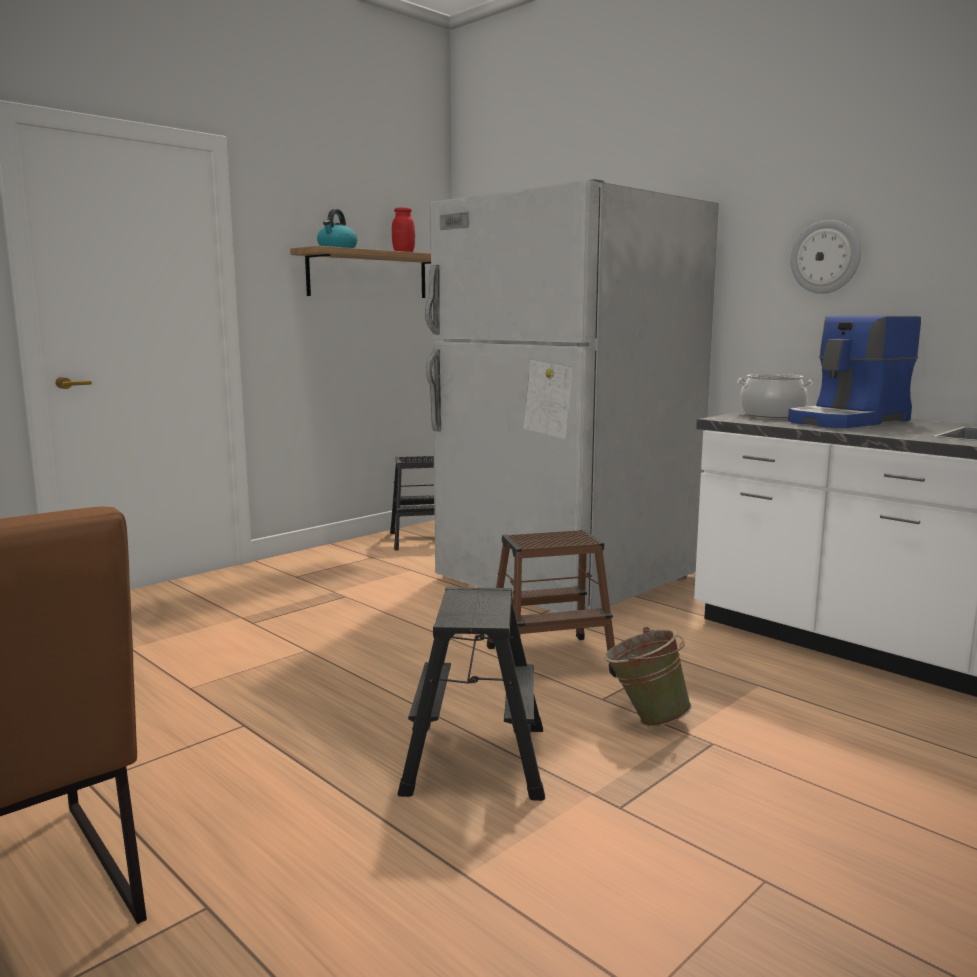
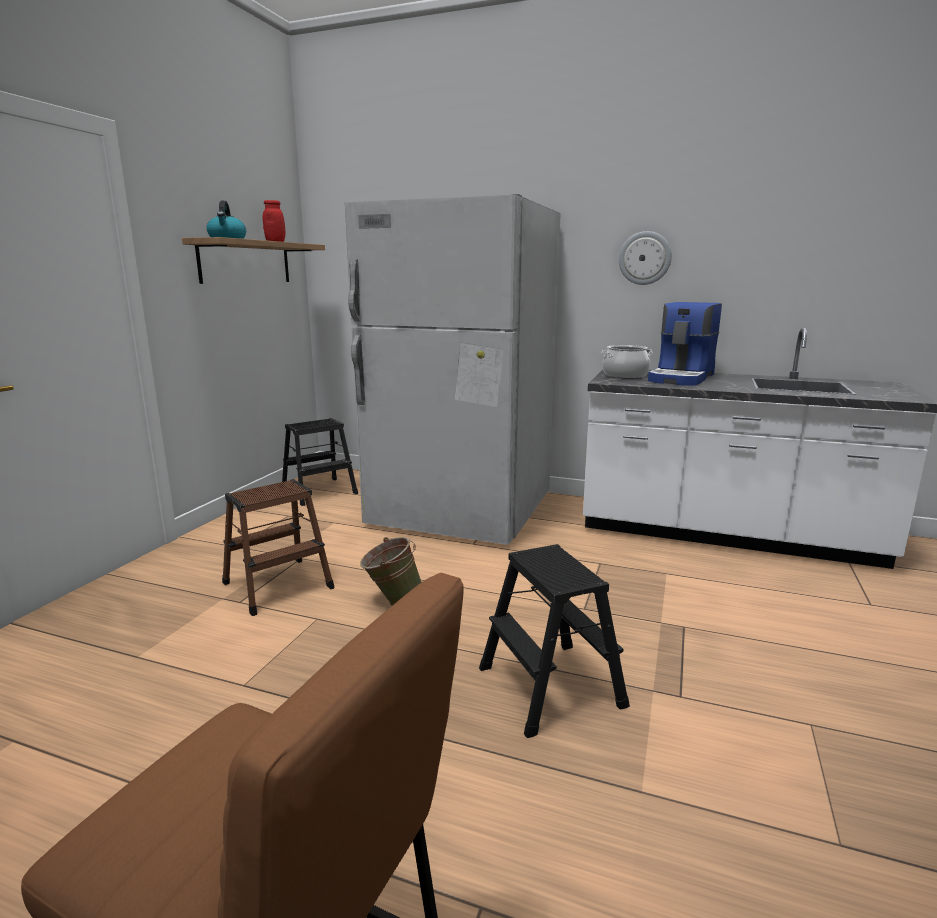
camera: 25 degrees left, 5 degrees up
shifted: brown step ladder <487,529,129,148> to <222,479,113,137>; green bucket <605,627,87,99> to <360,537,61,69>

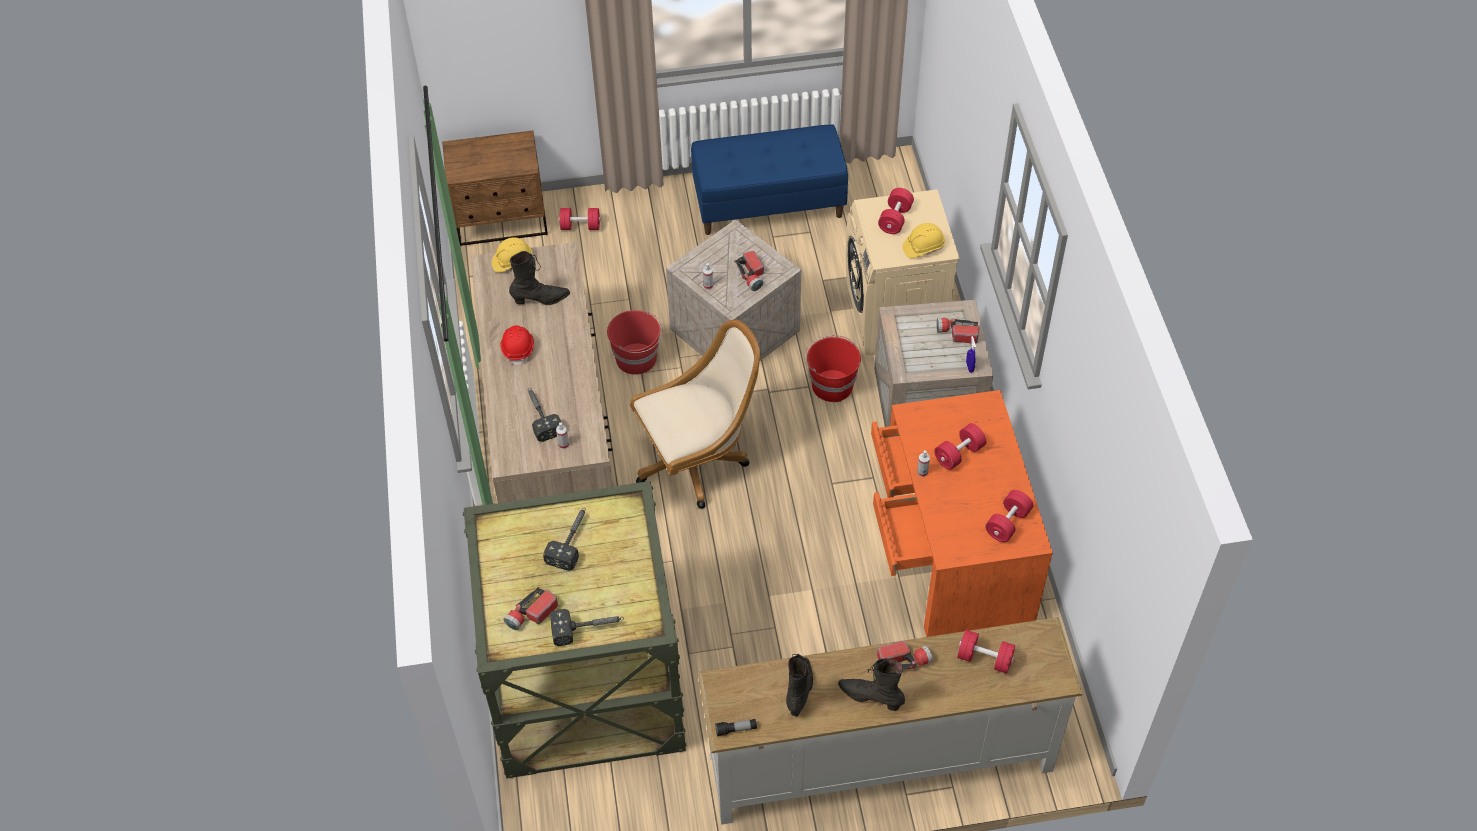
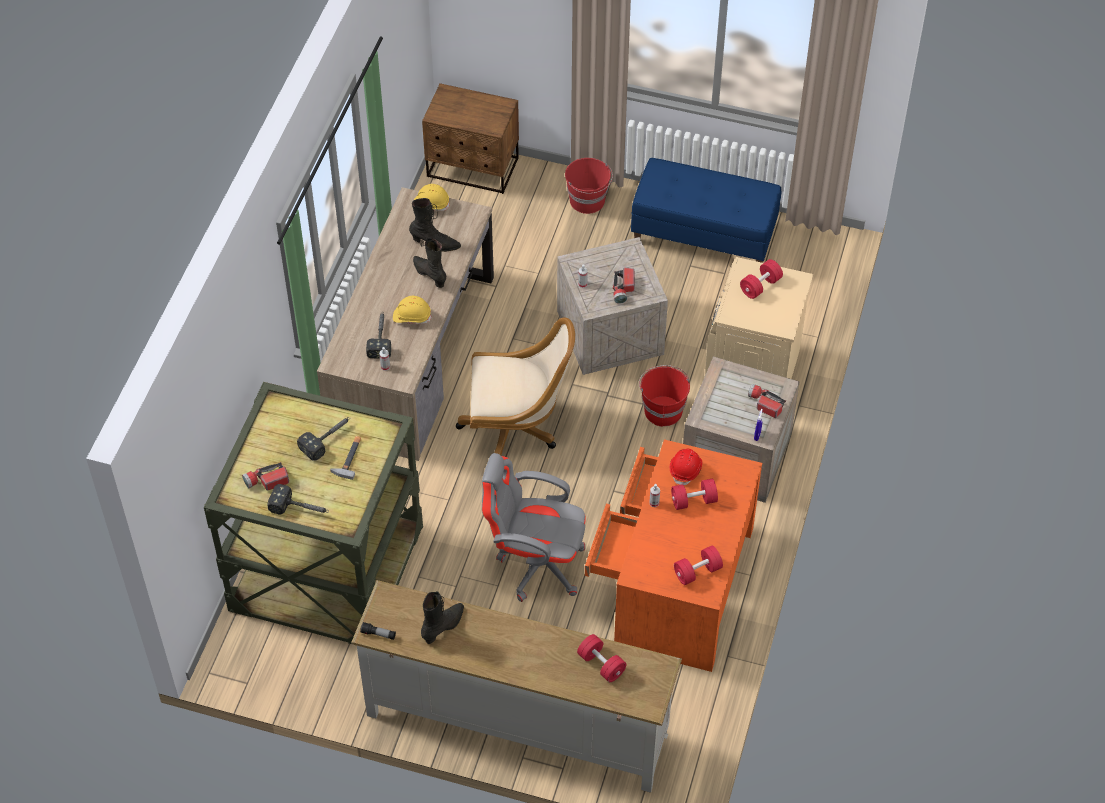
camera: 25 degrees right, 0 degrees up
gone: red dumbbell <559,208,42,22>; flashlight <877,641,56,29>
new: hammer <330,436,31,44>; grey office chair <482,453,104,149>
shifted: red hard hat <500,325,34,41> to <670,449,32,36>; red bucket <607,310,56,65> to <565,158,48,56>; black boot <838,658,67,53> to <413,238,33,50>; yellow hard hat <902,223,43,35> to <393,296,39,28>

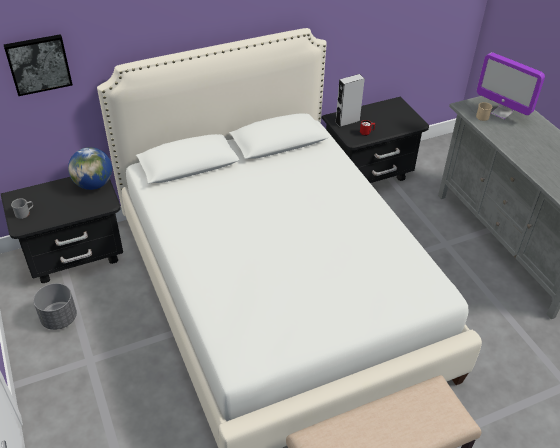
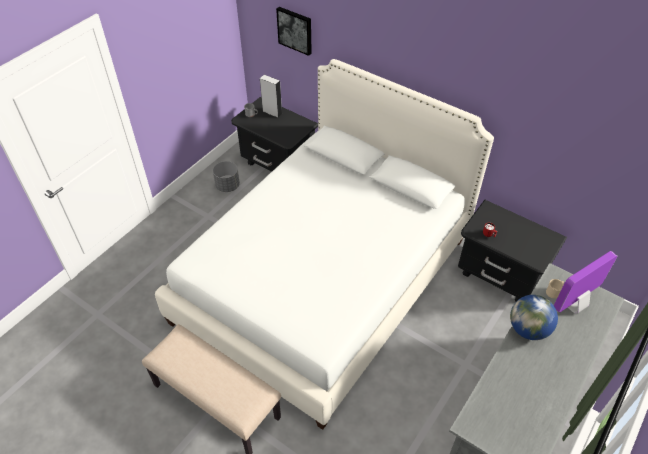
camera: 60 degrees right, 5 degrees up
shifted: globe <68,147,44,43> to <510,295,48,45>; grey speaker <335,74,30,53> to <260,75,22,43>
rotated: monitor <477,52,68,67> = <554,251,63,63> 45 degrees clockwise

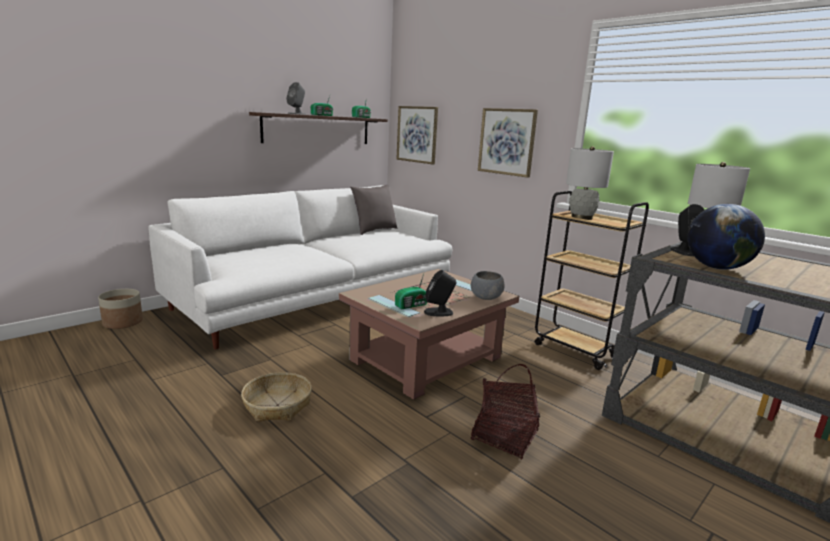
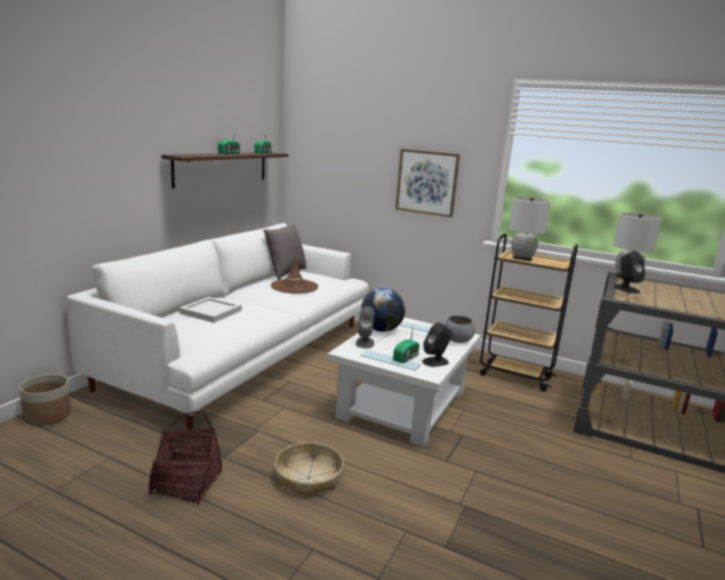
camera: 20 degrees left, 0 degrees up
gone: picture <397,106,41,58>
new: white tray <179,297,63,26>; brown hat <271,259,47,34>
shifted: grey speaker <286,82,20,33> to <356,306,18,43>; basket <471,364,69,96> to <149,411,73,94>; globe <687,204,78,66> to <361,288,44,44>
repainted: brown coffee table <338,269,181,131> to white coffee table <327,317,154,130>

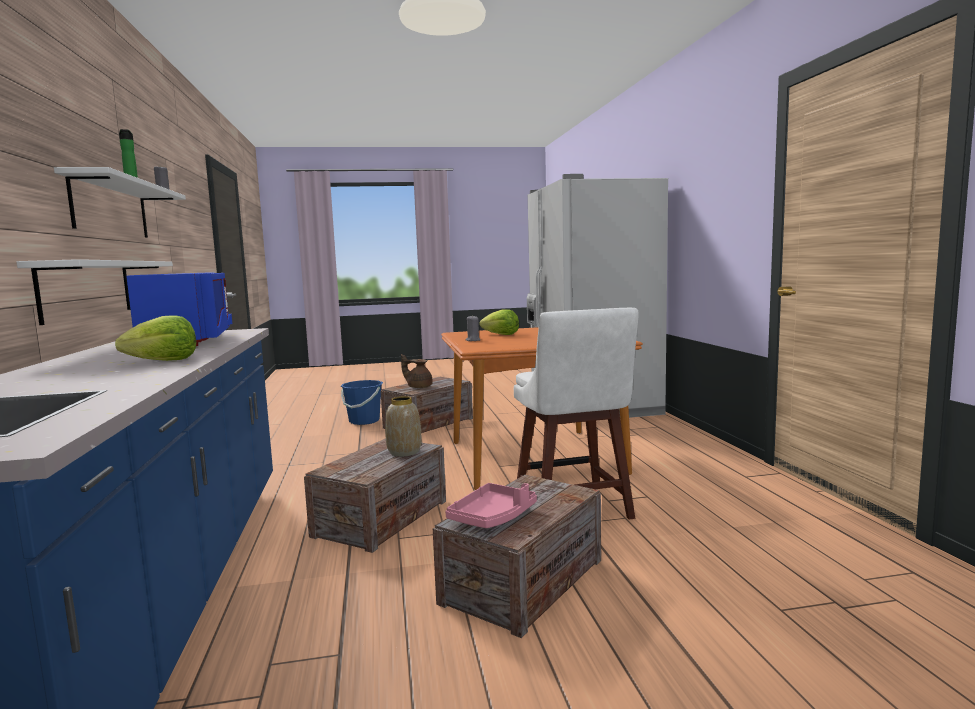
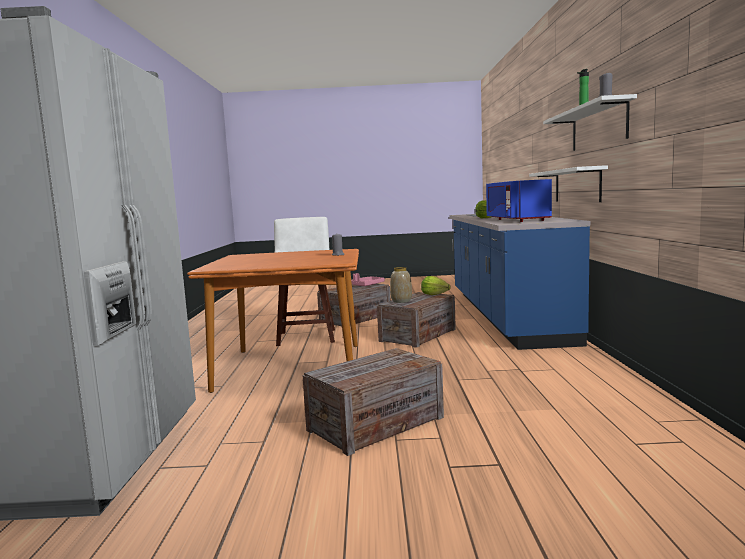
camera: 170 degrees left, 0 degrees up
gone: blue bucket <341,380,42,45>; brown teapot <401,354,32,34>
shifted: lettuce <480,309,39,26> to <421,276,30,19>

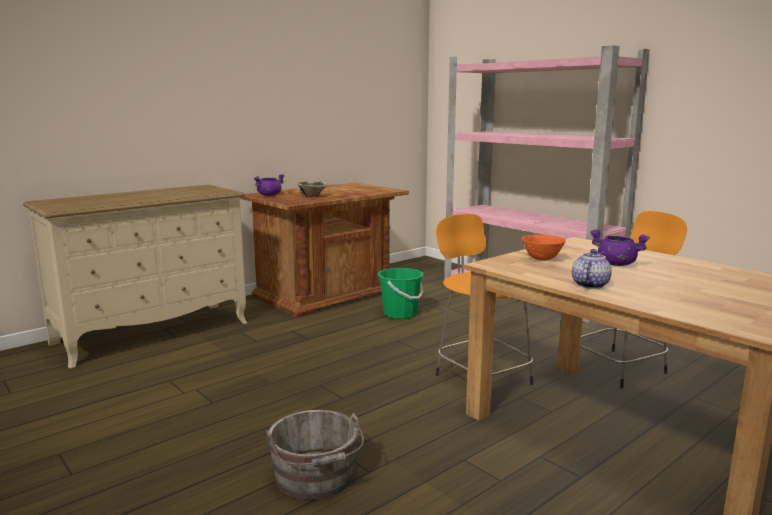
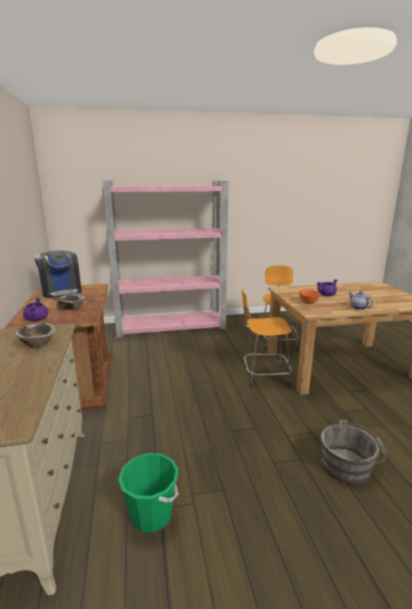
camera: 60 degrees left, 5 degrees up
new: bowl <15,323,41,25>; coffee machine <34,250,48,49>
shifted: green bucket <378,268,45,51> to <118,453,61,80>

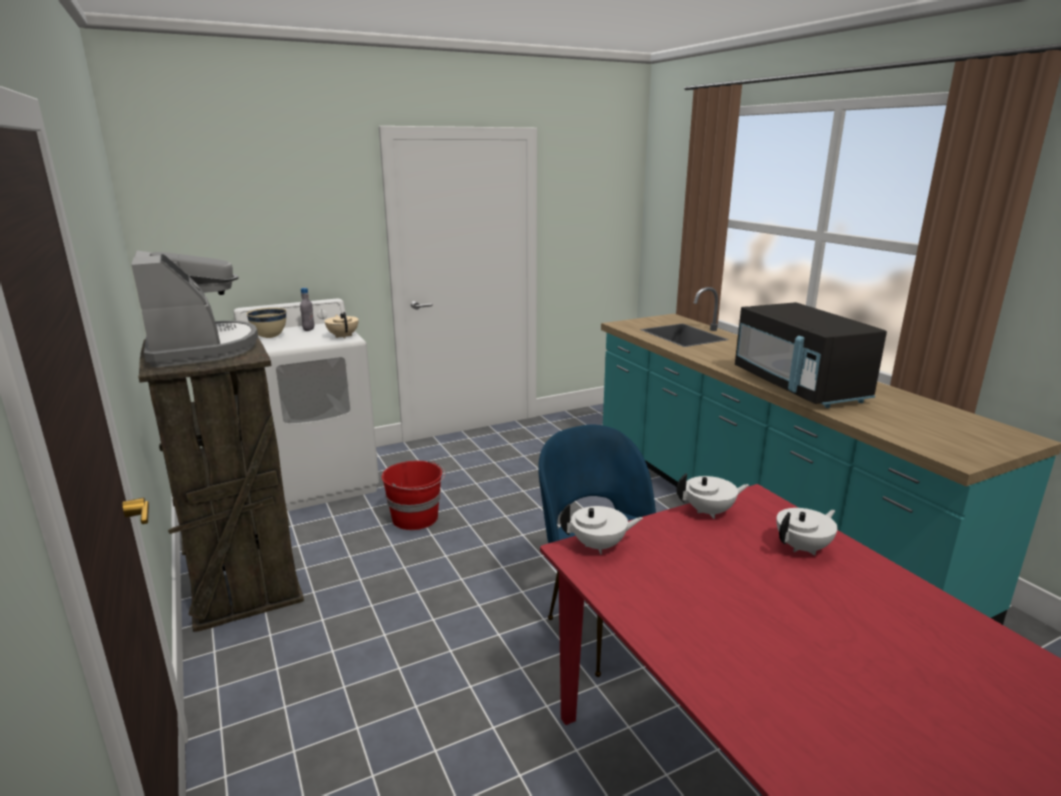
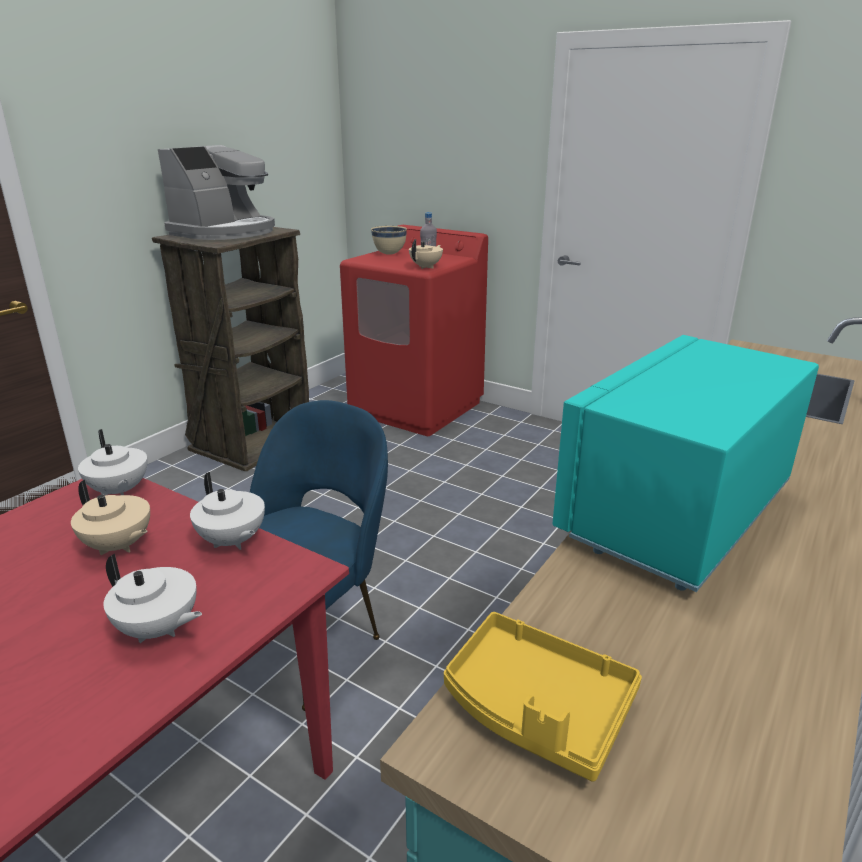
camera: 60 degrees right, 5 degrees up
gone: red bucket <382,460,63,70>
new: beige teapot <71,480,79,75>; yellow tray <444,612,198,170>
repainted: white washing machine <233,298,146,213> to red washing machine <340,225,148,211>; black microwave <735,302,152,106> to turquoise microwave <552,335,267,257>

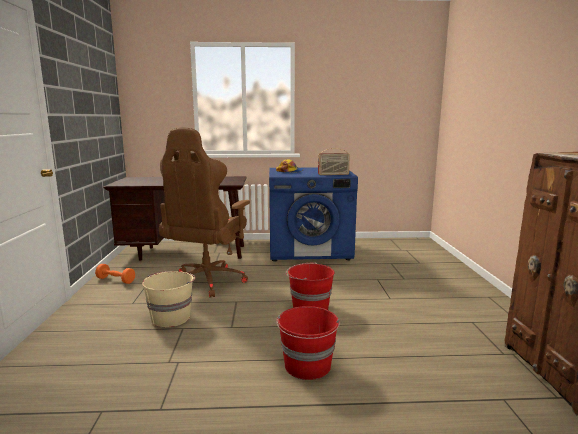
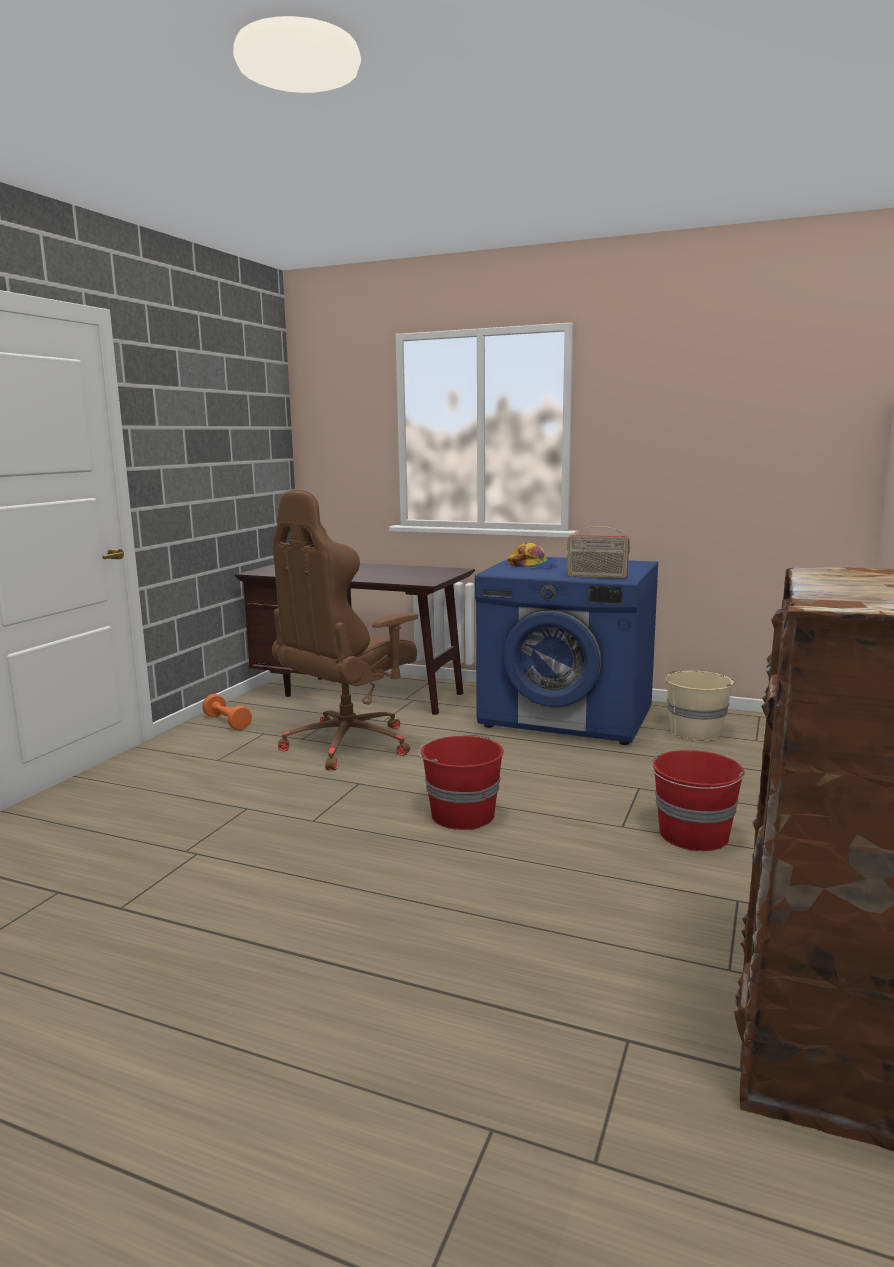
camera: 25 degrees right, 0 degrees up
shifted: beige bucket <142,271,53,56> to <666,670,70,71>; red bucket <276,306,64,74> to <650,750,95,101>

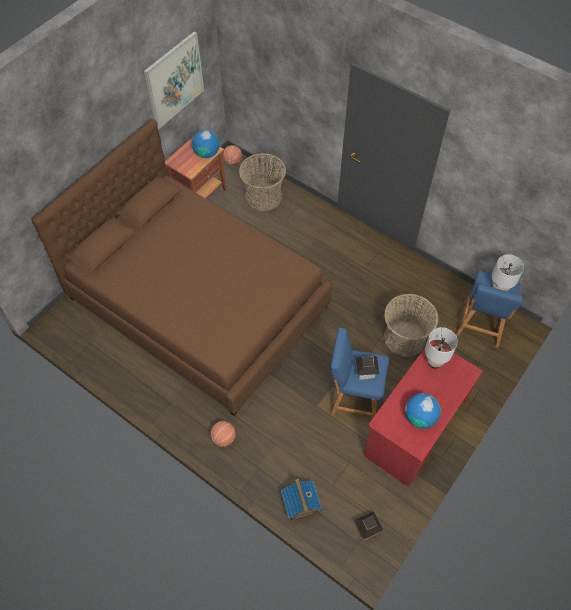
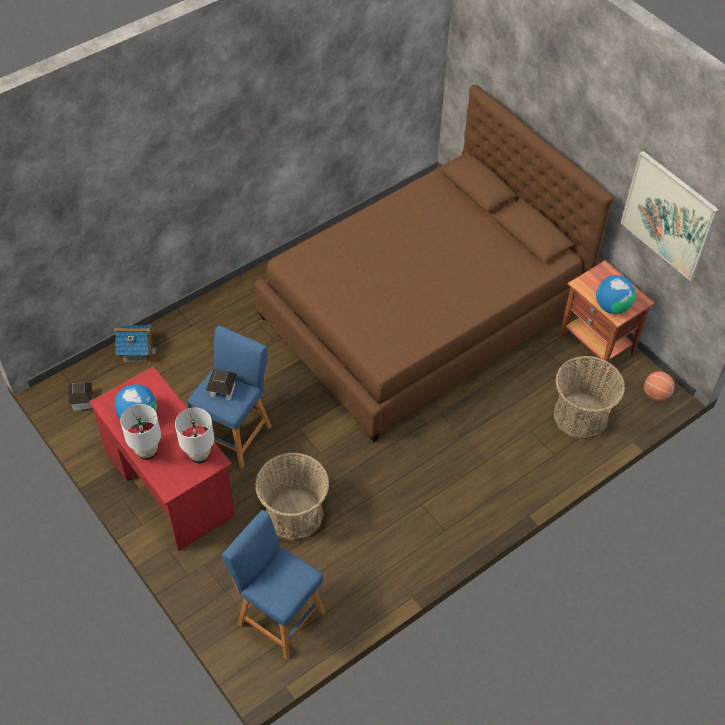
camera: 105 degrees right, 5 degrees down
gone: basketball <210,421,26,26>
shifted: white table lamp <492,254,32,38> to <121,404,40,56>

